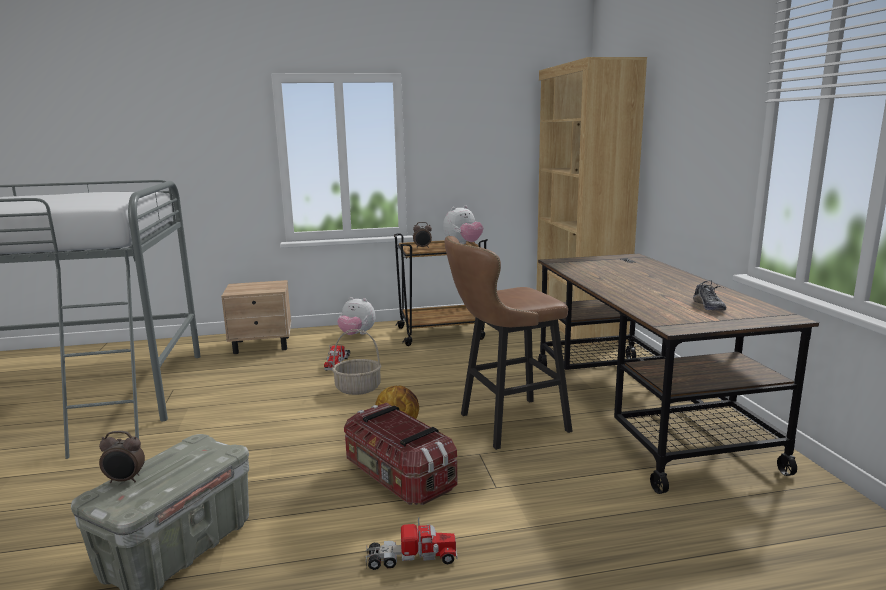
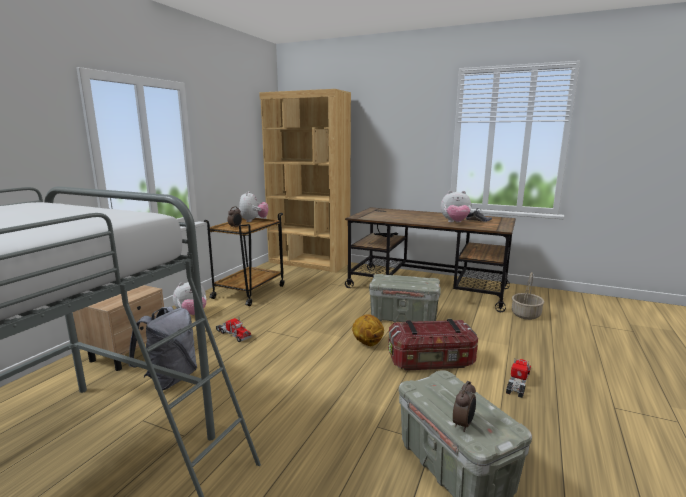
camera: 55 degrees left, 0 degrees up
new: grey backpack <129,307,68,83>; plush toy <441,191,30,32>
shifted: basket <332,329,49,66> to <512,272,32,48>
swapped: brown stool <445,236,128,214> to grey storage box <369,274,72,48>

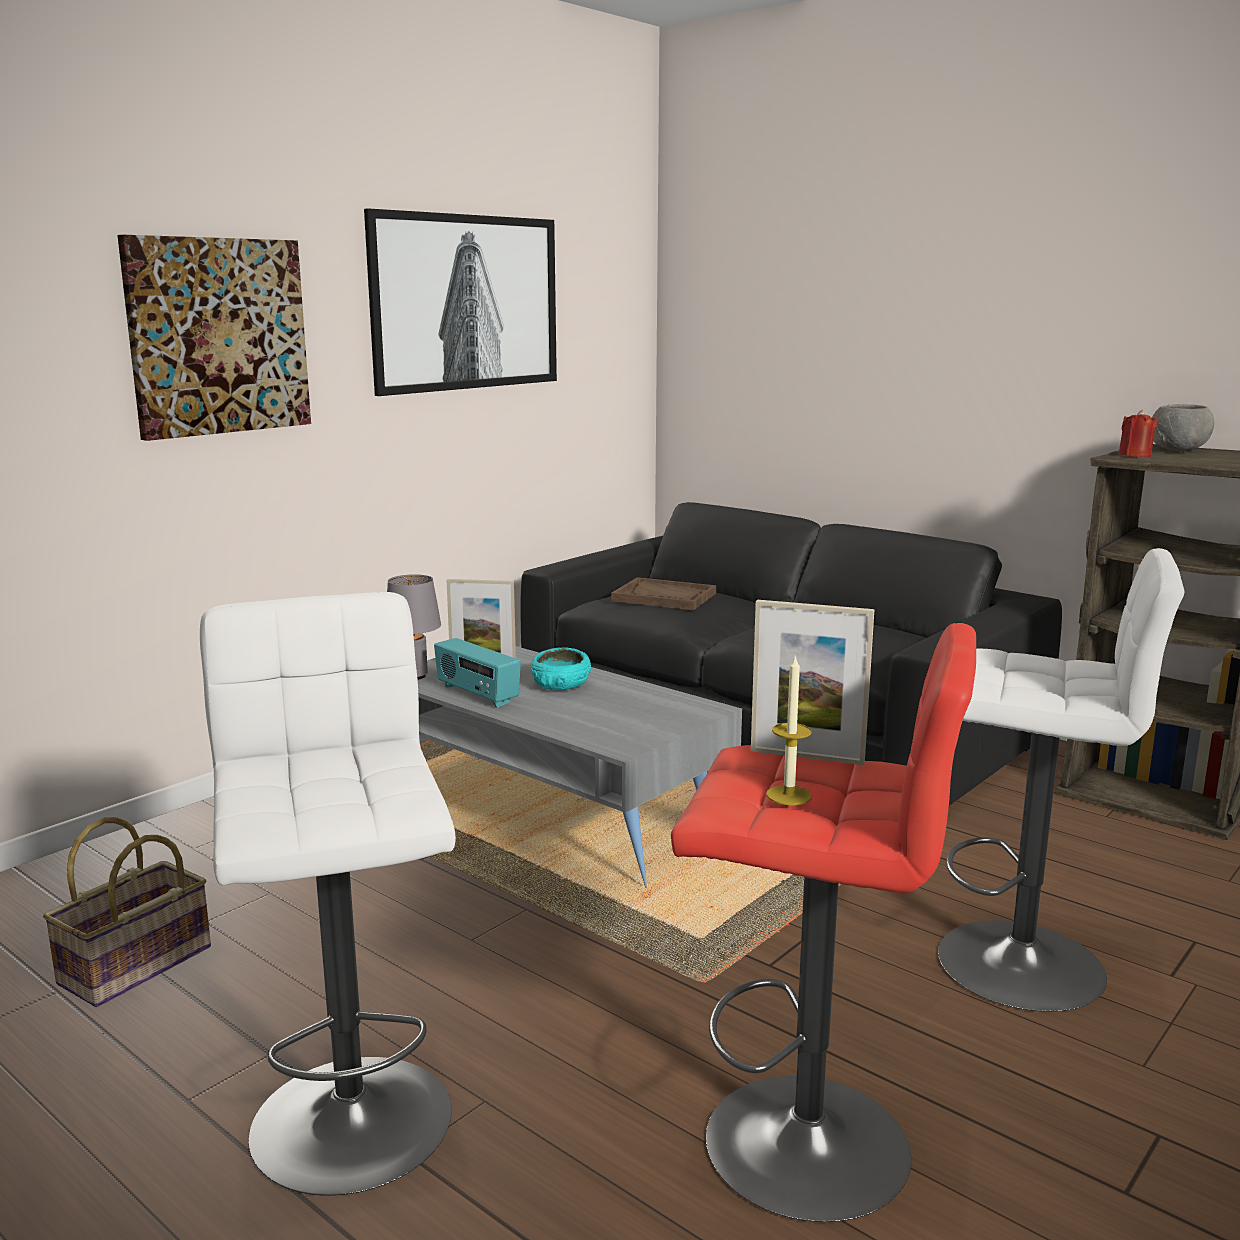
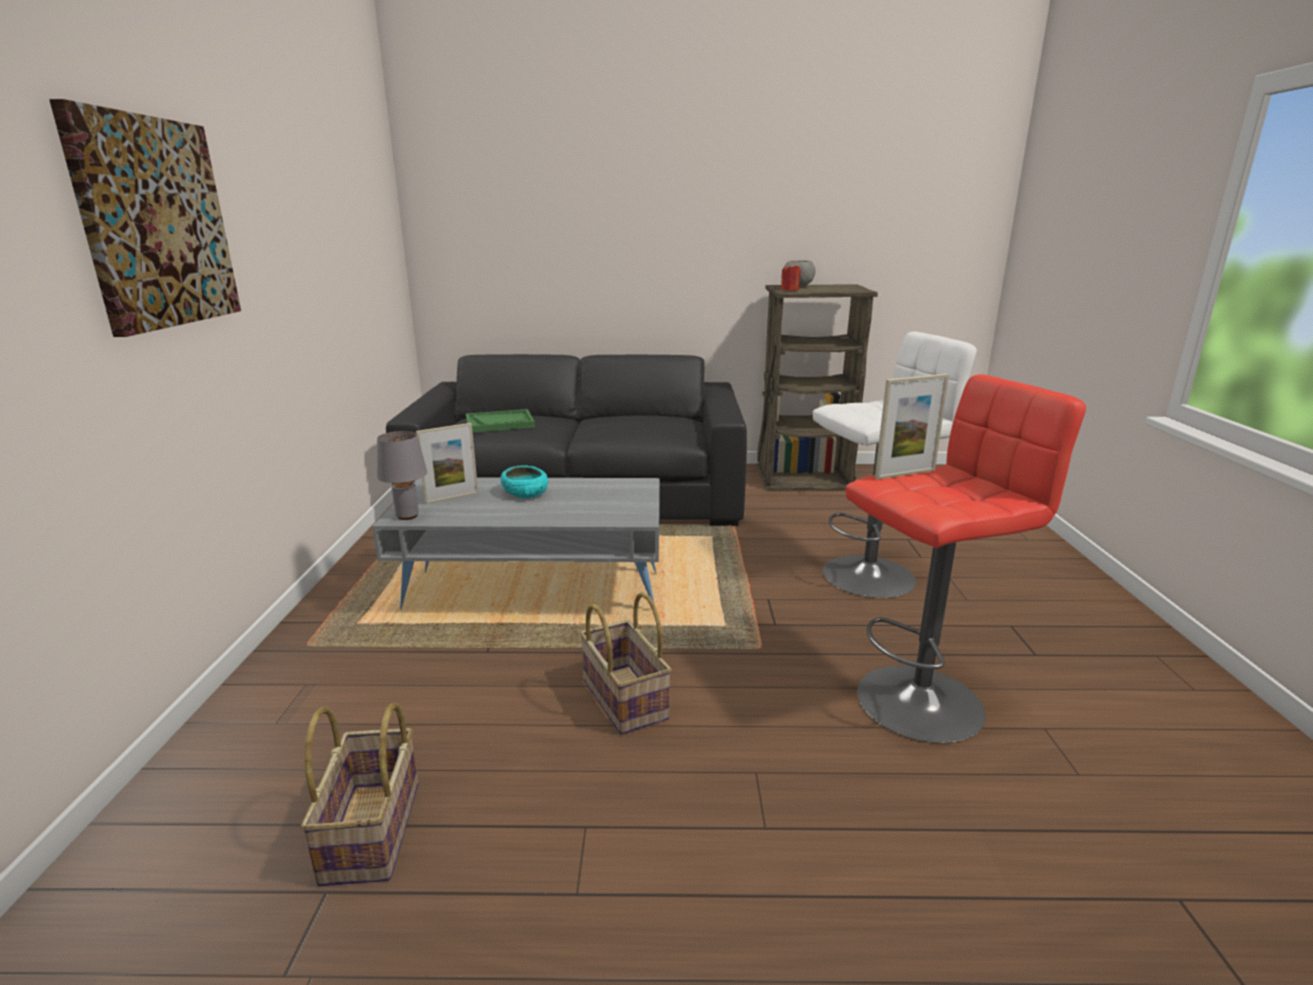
camera: 40 degrees left, 5 degrees up
gone: white stool <200,592,256,604>; picture <364,208,193,188>; radio <434,638,87,70>; candle <766,654,46,151>
new: basket <580,592,92,143>
repainted: brown tray <611,577,105,33> to green tray <466,409,69,23>

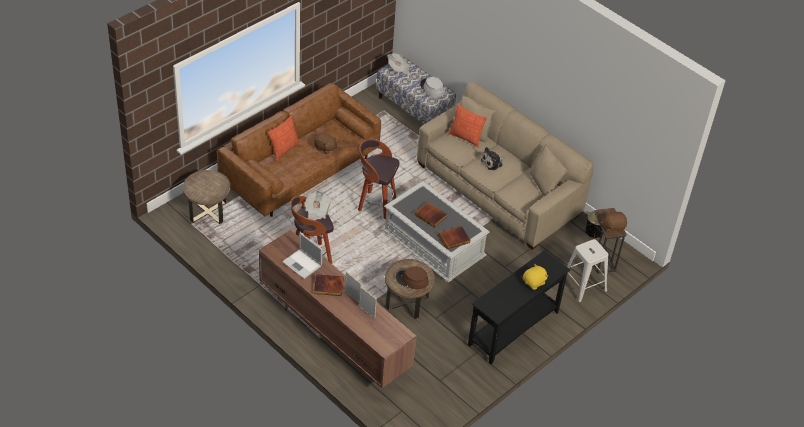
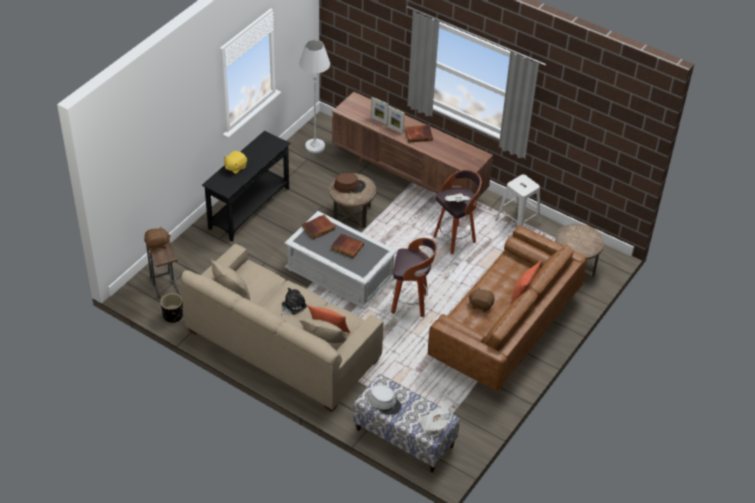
camera: 170 degrees right, 0 degrees up
gone: laptop <282,233,41,46>
new: white floor lamp <299,40,31,113>
shifted: white stool <567,239,42,64> to <495,174,46,53>

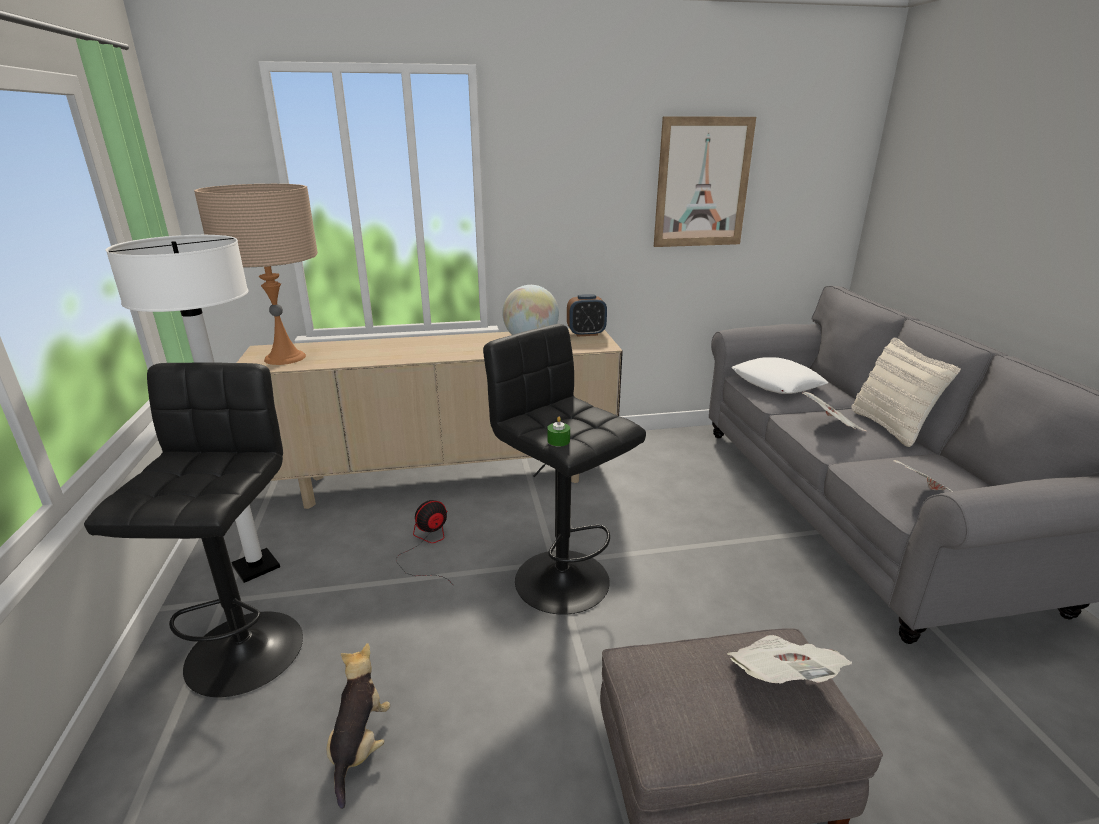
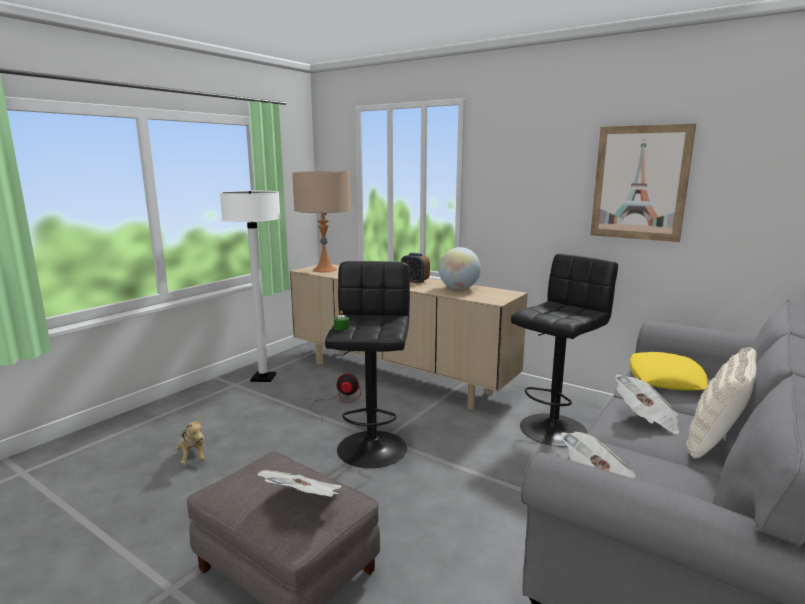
camera: 45 degrees right, 10 degrees down
shifted: black stool <84,362,219,335> to <511,253,107,193>; alarm clock <567,294,40,42> to <401,253,29,31>
repainted: white pillow <732,357,96,37> to yellow pillow <630,352,78,38>
rotated: plush toy <327,643,63,166> = <174,417,31,47> 105 degrees clockwise

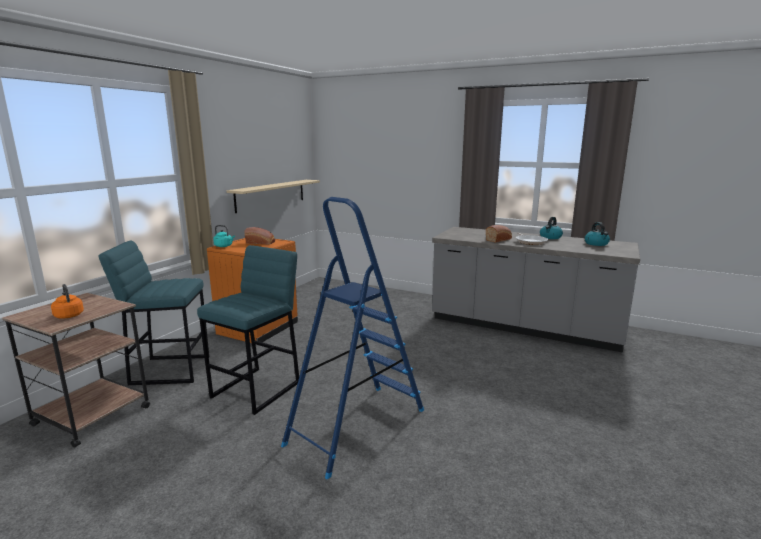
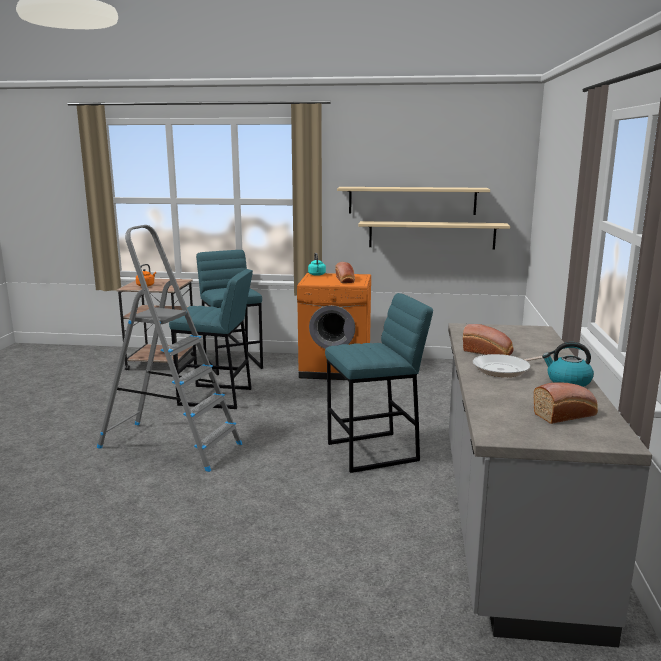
camera: 70 degrees right, 0 degrees up
new: turquoise stool <325,293,108,180>; beige shelf <337,187,153,28>
swapped: kettle <585,222,25,24> to bread <534,383,64,41>
repainted: blue step ladder <281,197,143,282> to grey step ladder <97,225,145,247>

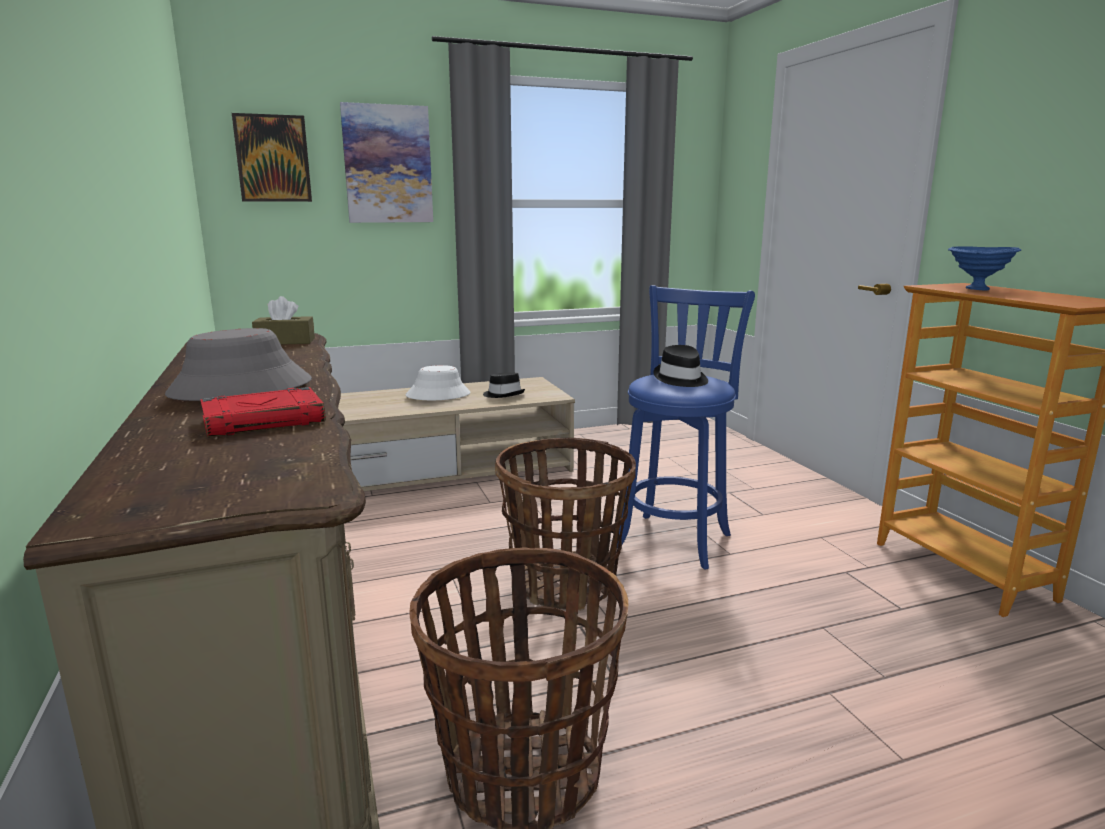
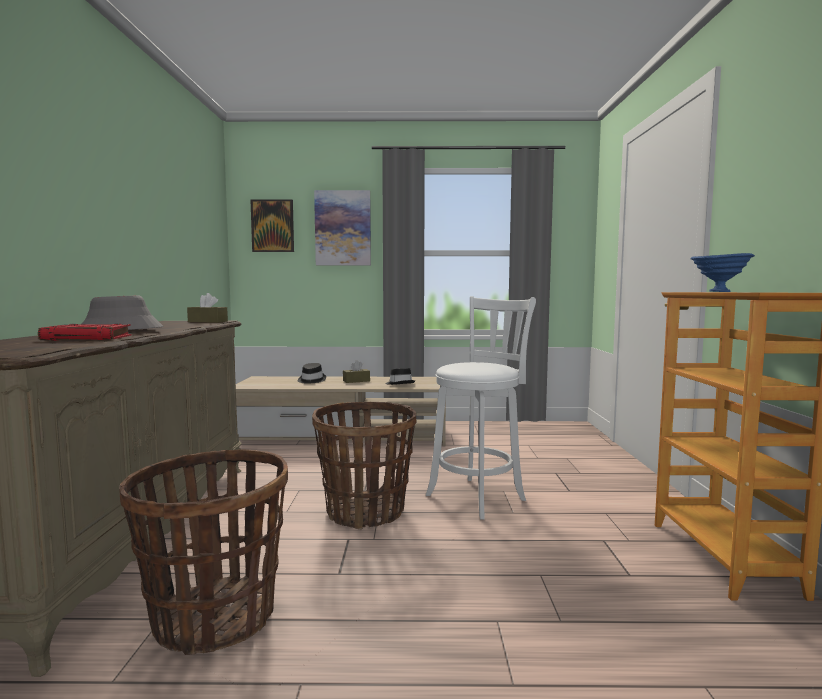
camera: 20 degrees right, 10 degrees down
shifted: black hat <653,345,55,42> to <298,363,28,21>
swapped: white hat <406,365,65,35> to brown tissue box <343,360,27,23>
repainted: blue stool <617,285,138,285> to white stool <426,296,110,224>

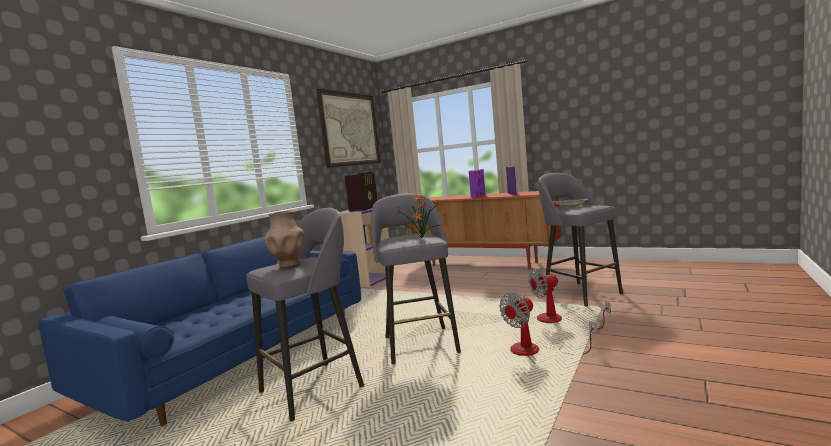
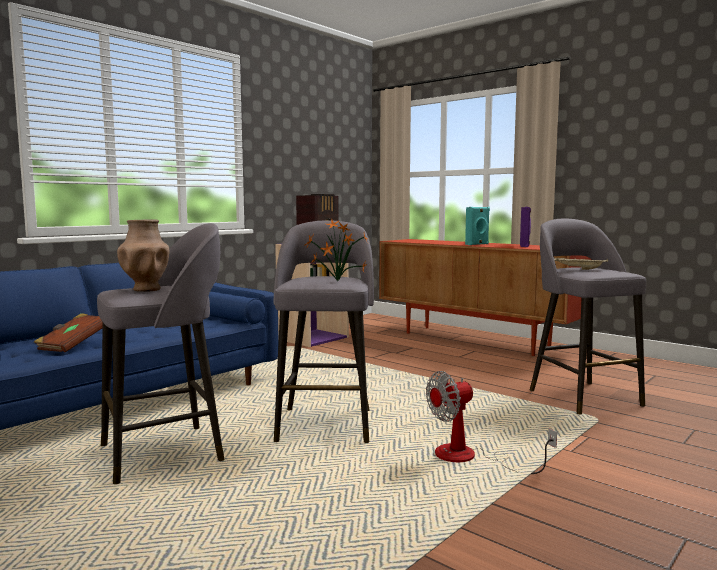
camera: 10 degrees right, 0 degrees up
gone: picture <316,89,65,79>; fan <529,268,82,61>
new: brown book <34,313,69,39>
repainted: purple speaker <469,169,17,29> to turquoise speaker <465,207,25,38>

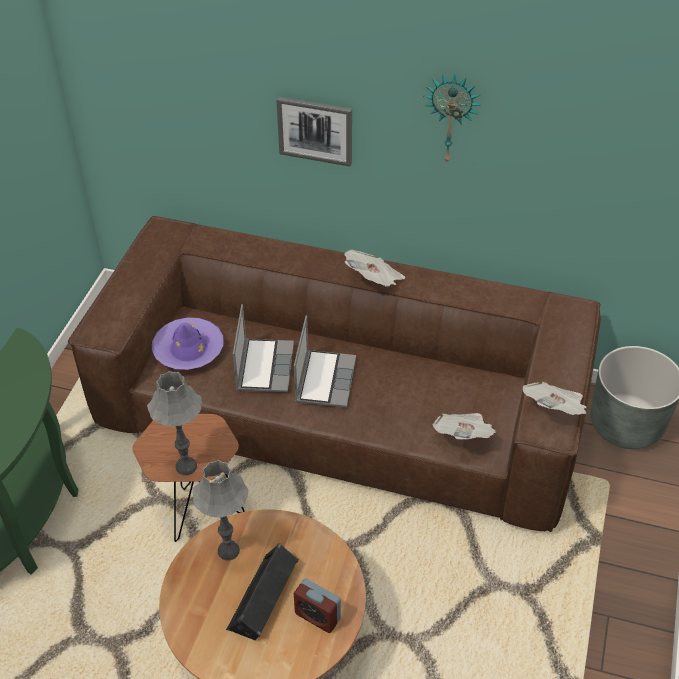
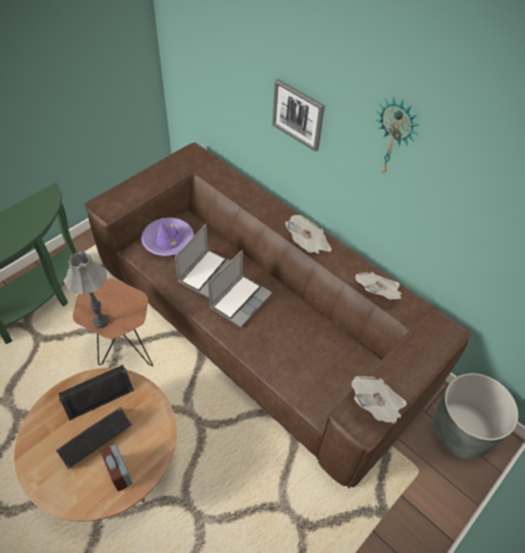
camera: 25 degrees right, 5 degrees up
shifted: newspaper <432,413,64,26> to <355,272,47,27>
swapped: grey table lamp <193,460,55,101> to black speaker <58,364,76,57>

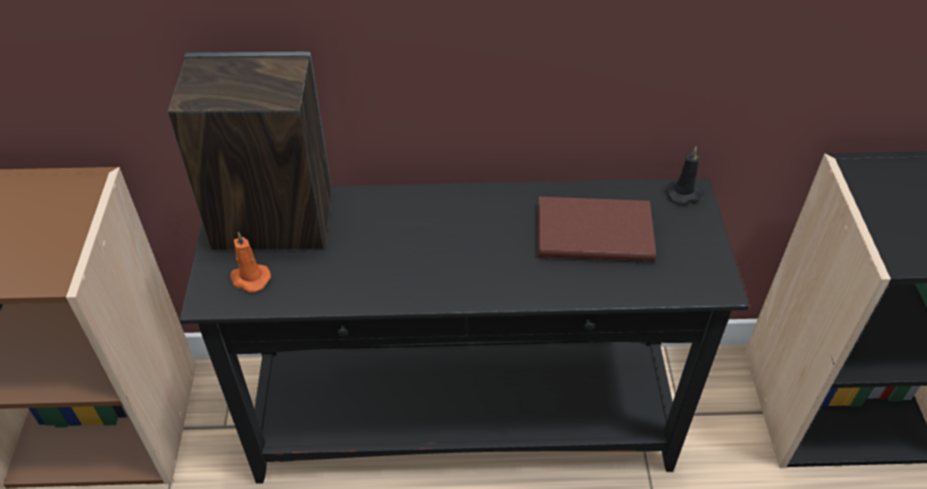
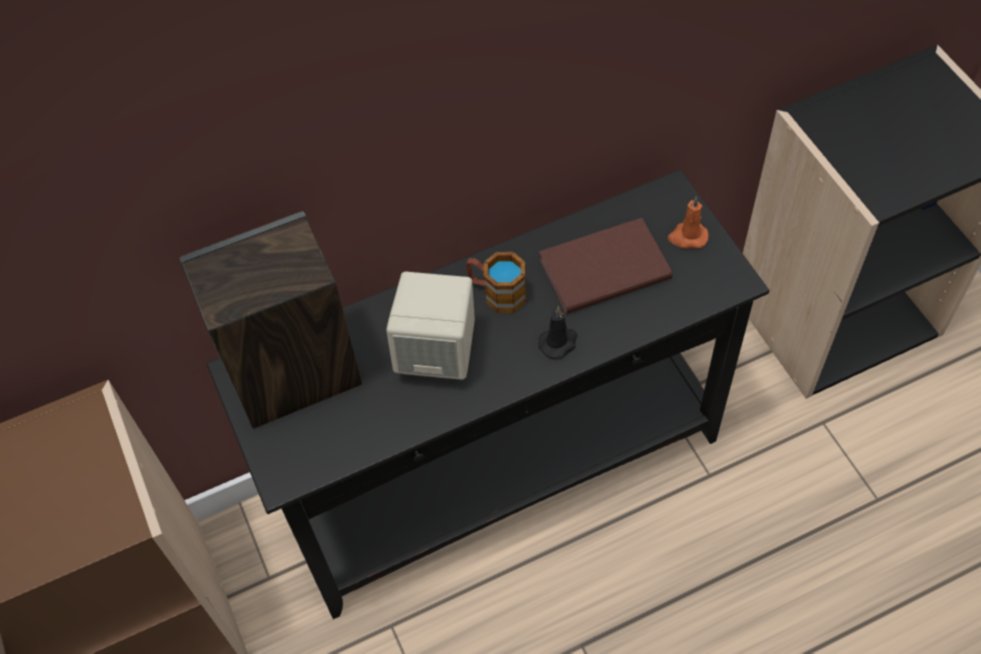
camera: 20 degrees left, 10 degrees up
new: beige speaker <386,272,89,108>; mug <466,252,60,61>
shifted: orange candle <230,232,41,61> to <668,196,41,53>; black candle <666,147,38,58> to <538,306,39,53>

